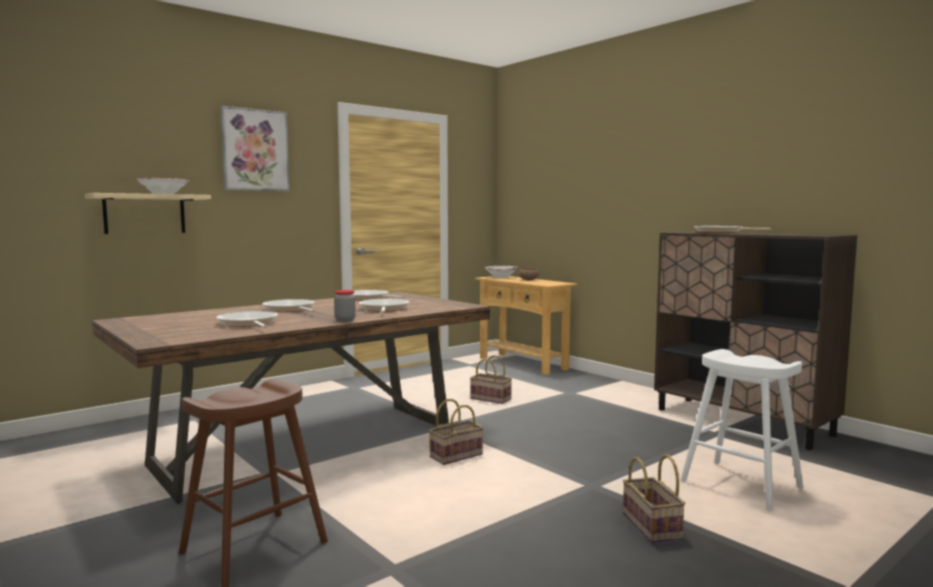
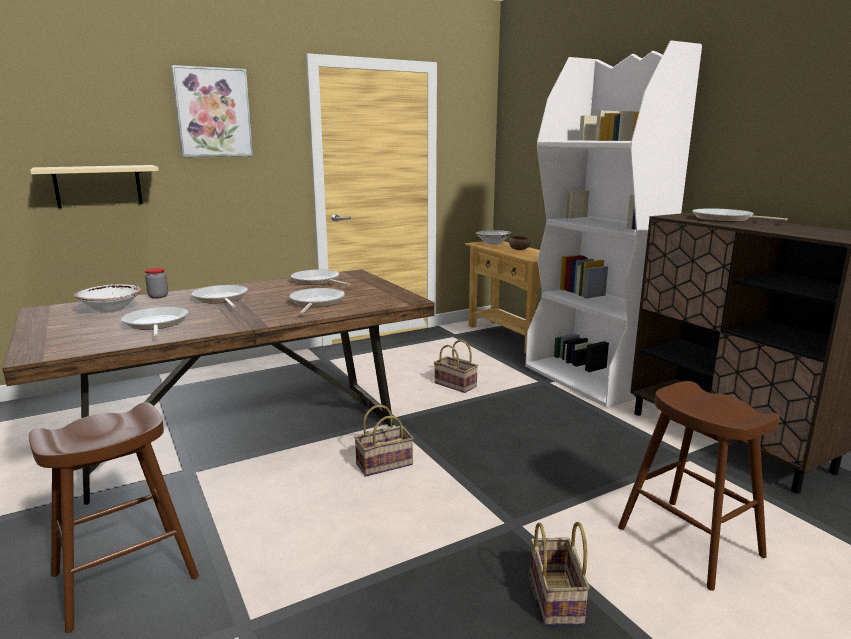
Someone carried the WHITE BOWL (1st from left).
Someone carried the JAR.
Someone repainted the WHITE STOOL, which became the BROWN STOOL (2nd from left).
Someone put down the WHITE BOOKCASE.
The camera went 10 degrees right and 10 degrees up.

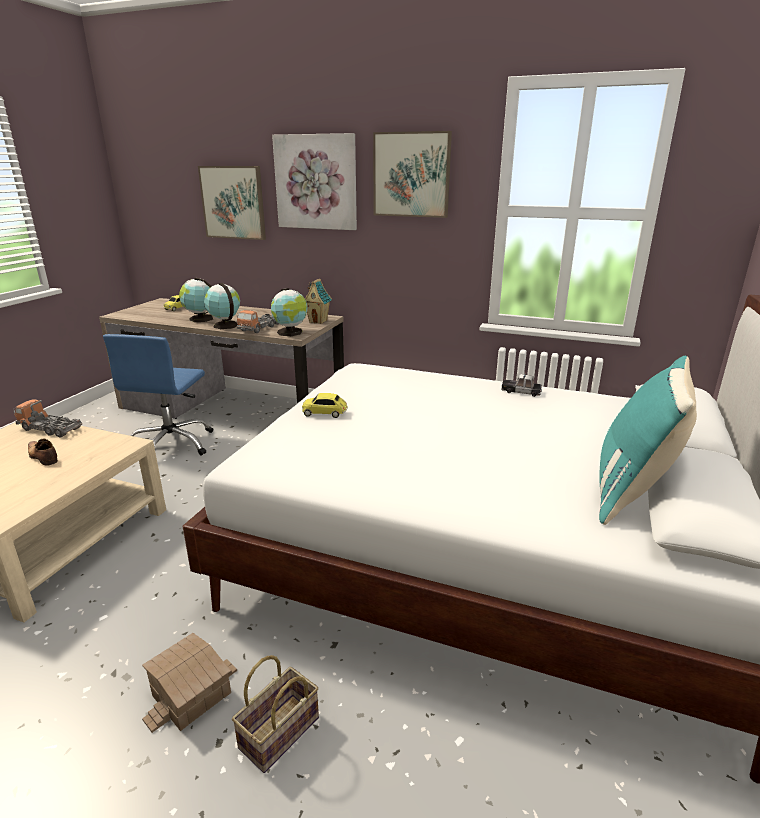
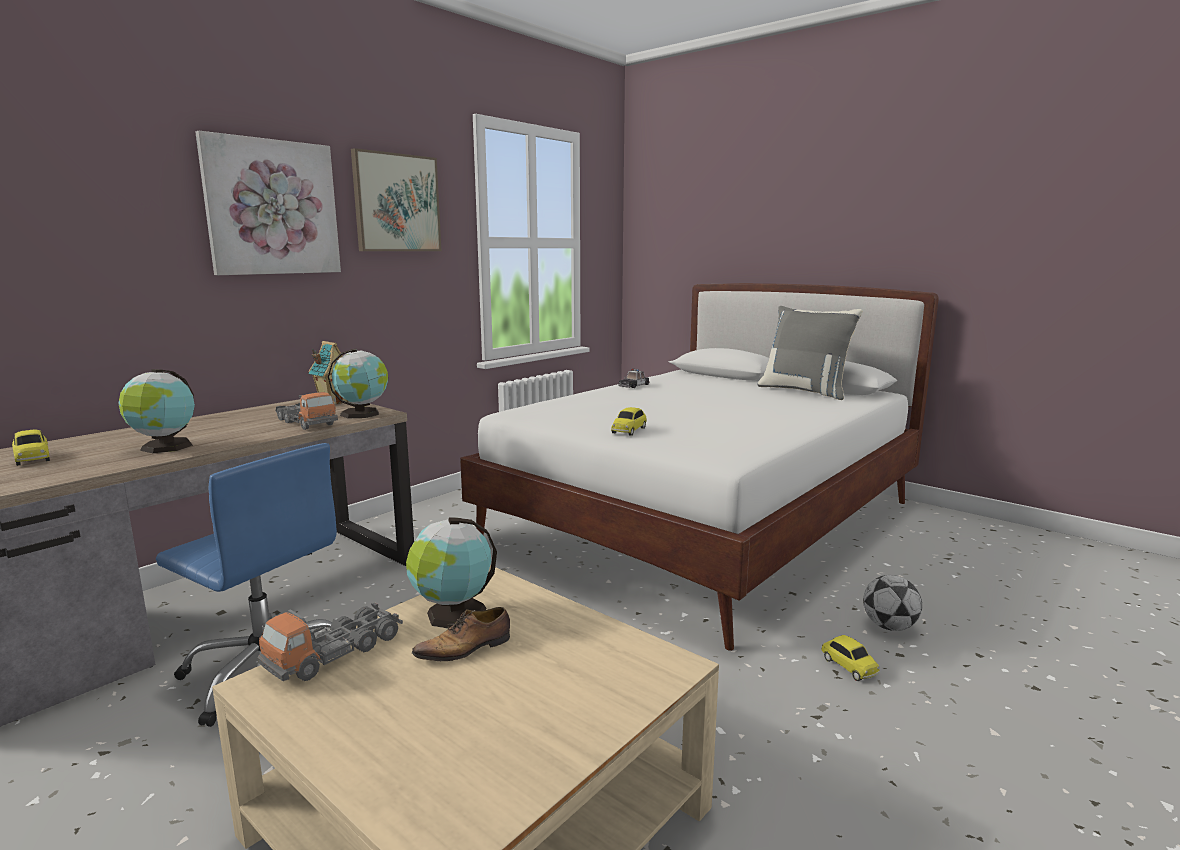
Someone swapped the TOY HOUSE (1st from left) for the TOY CAR (4th from left).
Someone took away the PICTURE (1st from left).
Someone carried the GLOBE (2nd from left in the first image).
Someone swapped the BASKET for the FOOTBALL.
Someone repainted the TURQUOISE PILLOW, which became the GREY PILLOW.
The camera went 70 degrees left and 10 degrees down.

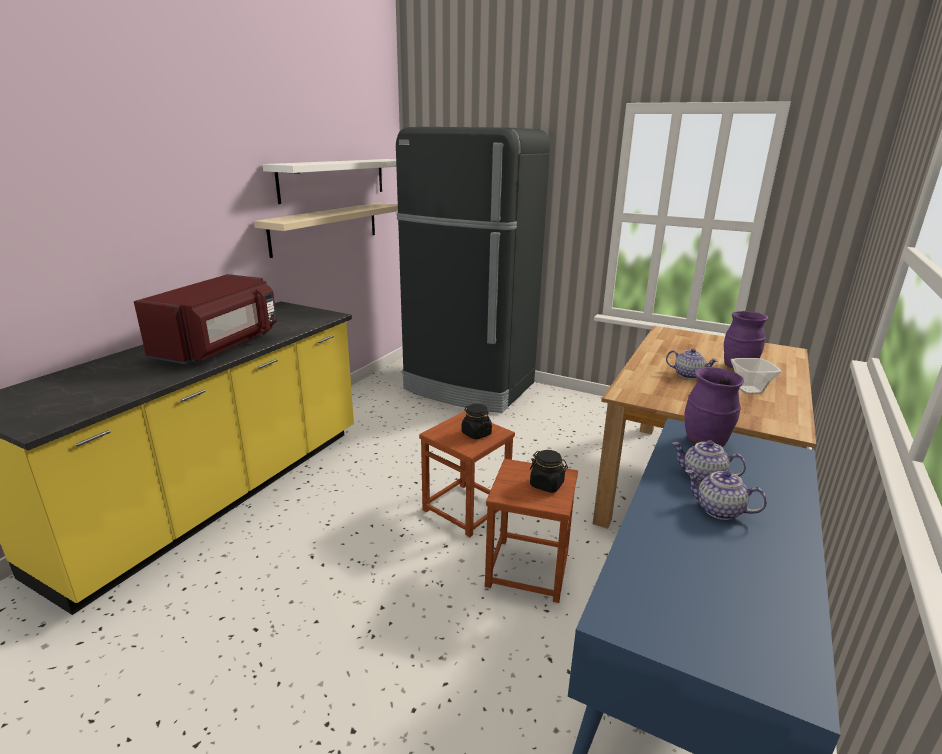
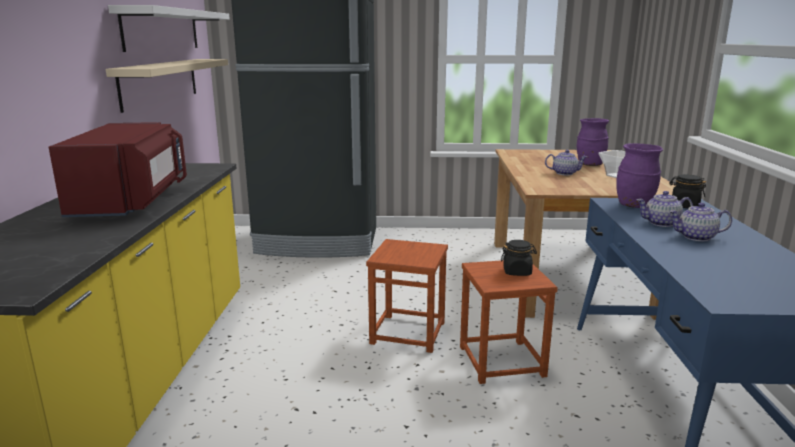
Someone carried the BLACK JAR (1st from left in the first image).
The camera went 25 degrees left and 5 degrees down.

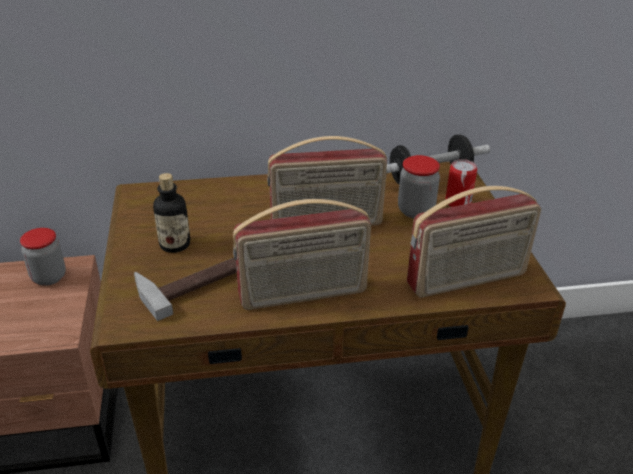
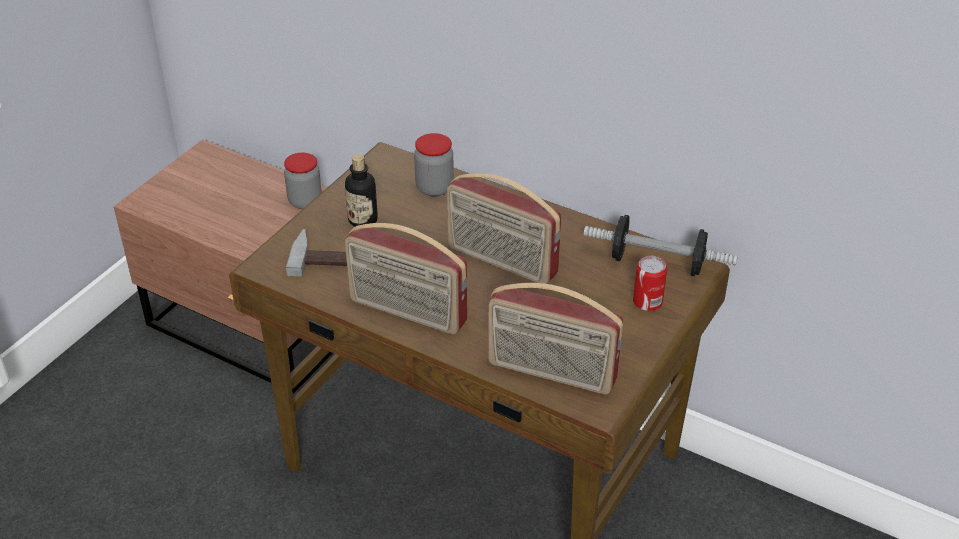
Someone carried the JAR (2nd from left).
The camera went 40 degrees right and 5 degrees up.

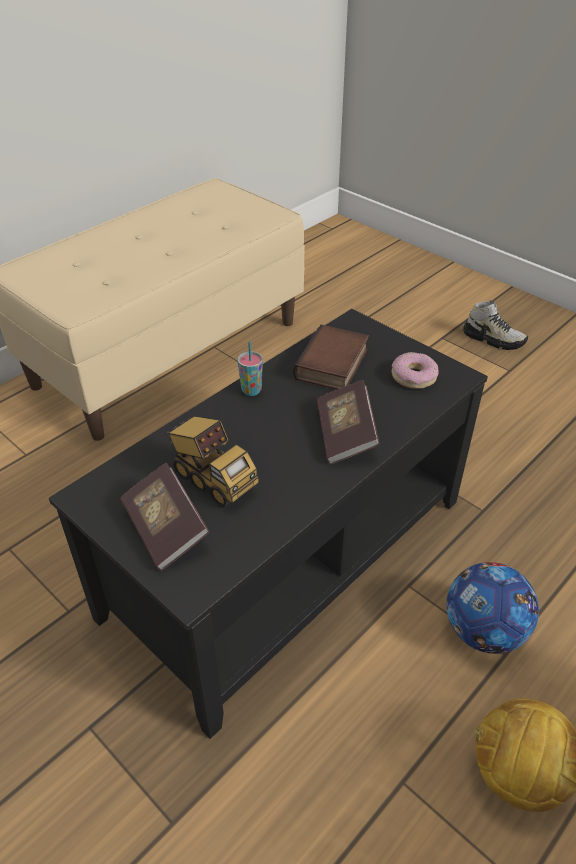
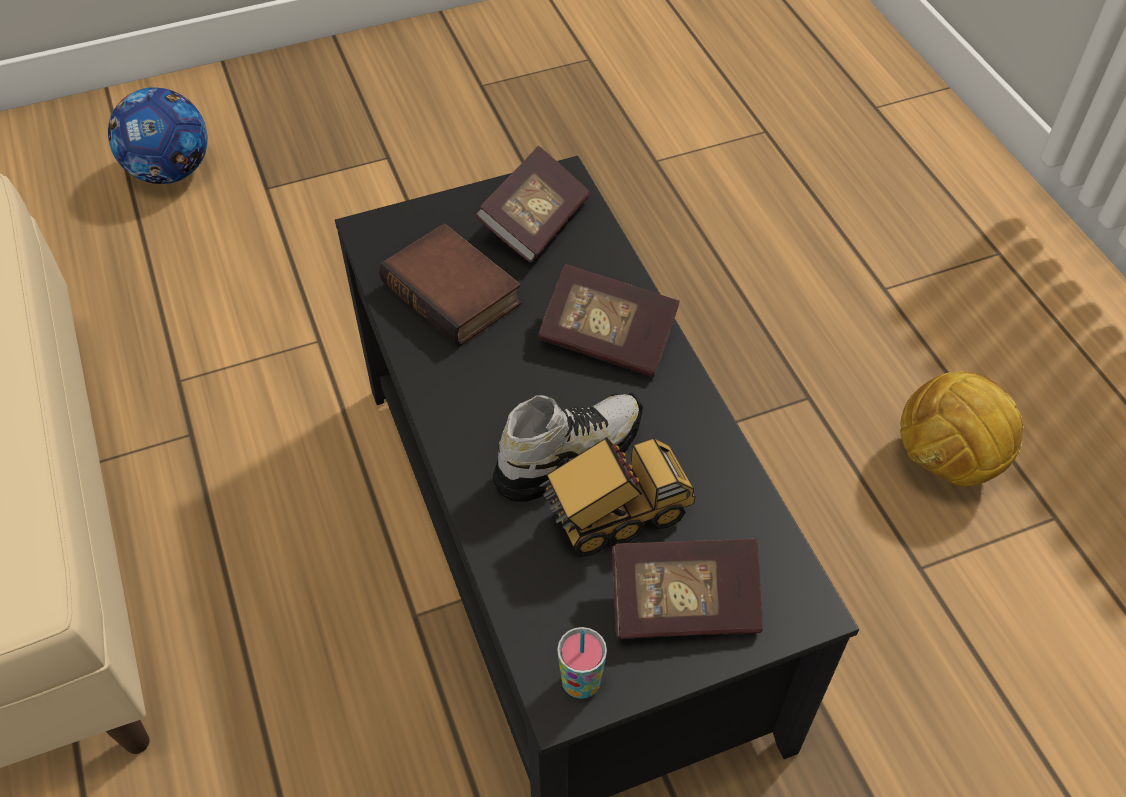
Someone carried the CUP.
Someone swapped the DONUT for the BOOK (2nd from left).
Someone carried the FOOTBALL (1st from left).
Someone carried the SHOE.
The camera went 65 degrees left and 10 degrees up.

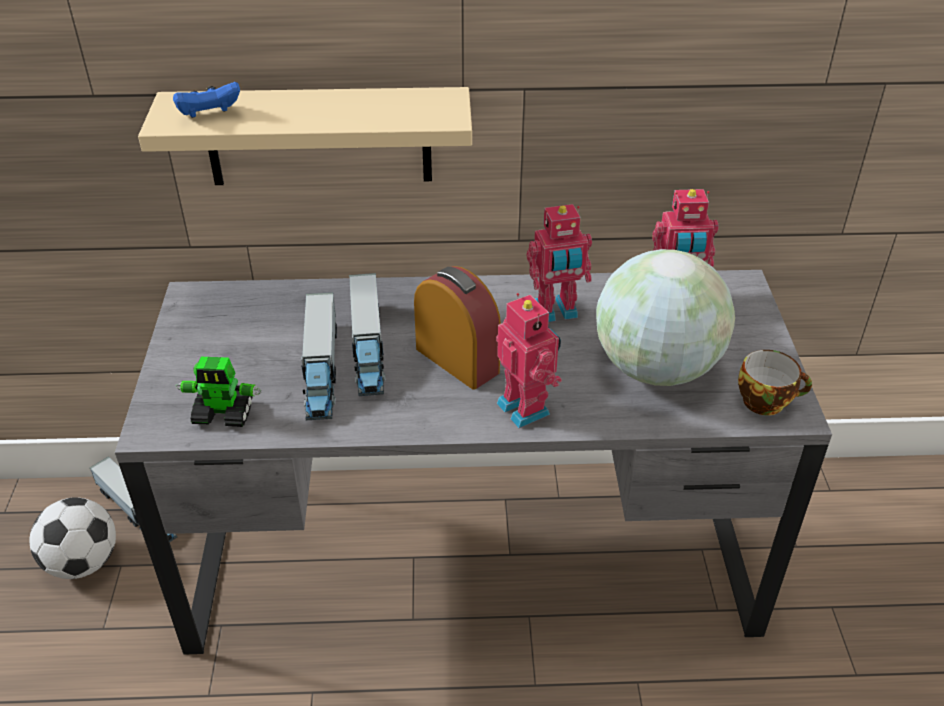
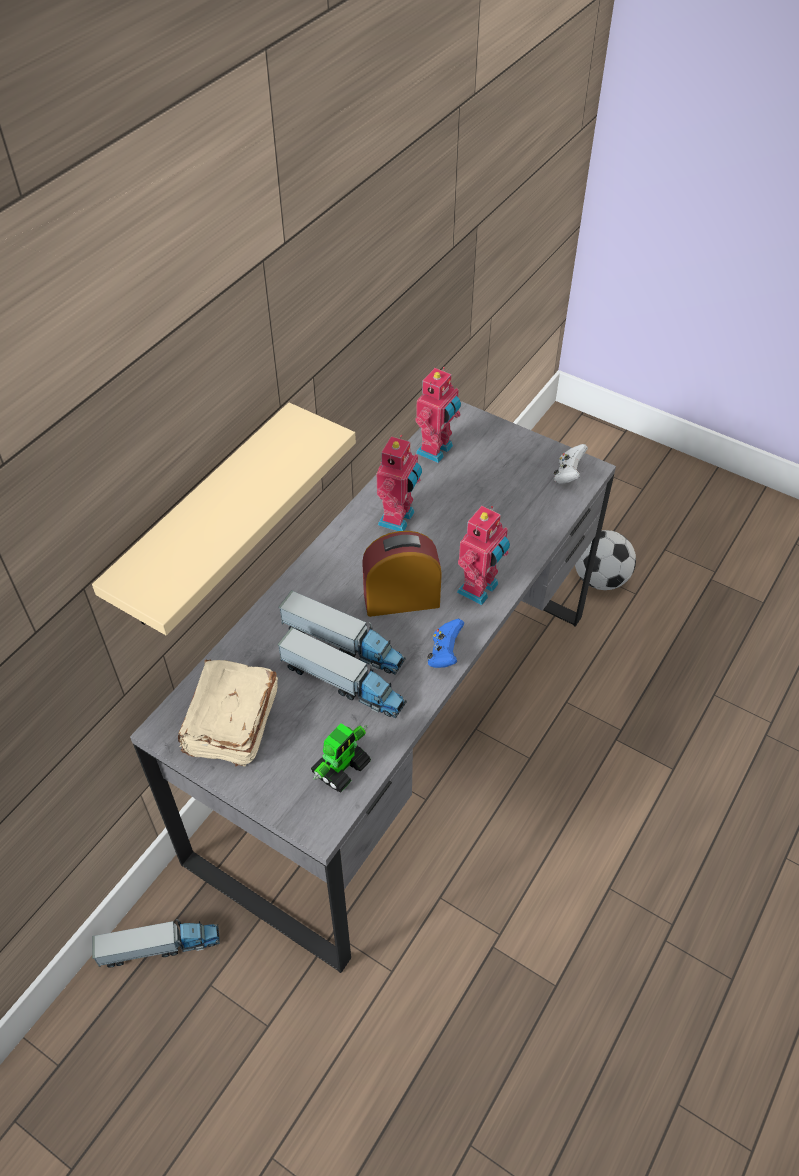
Someone carried the FOOTBALL.
Someone carried the BLUE GAME CONTROLLER.
Someone rotated the TOY ROBOT (2nd from left in the first image) by 120 degrees clockwise.
Someone took away the GLOBE.
Someone swapped the CUP for the WHITE GAME CONTROLLER.
Someone put down the BEIGE BOOK.
The camera went 55 degrees left and 10 degrees up.

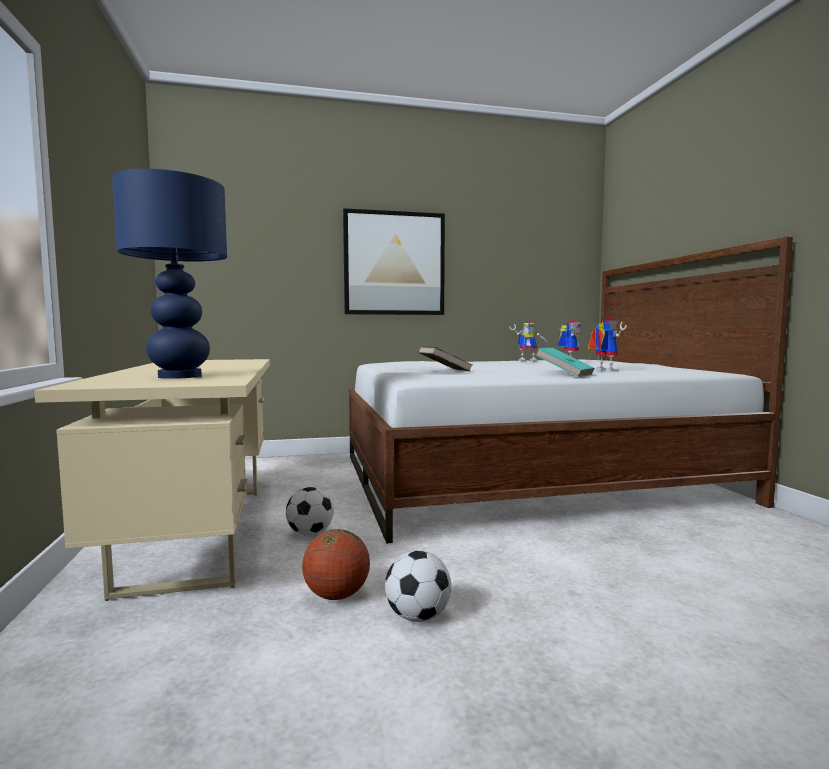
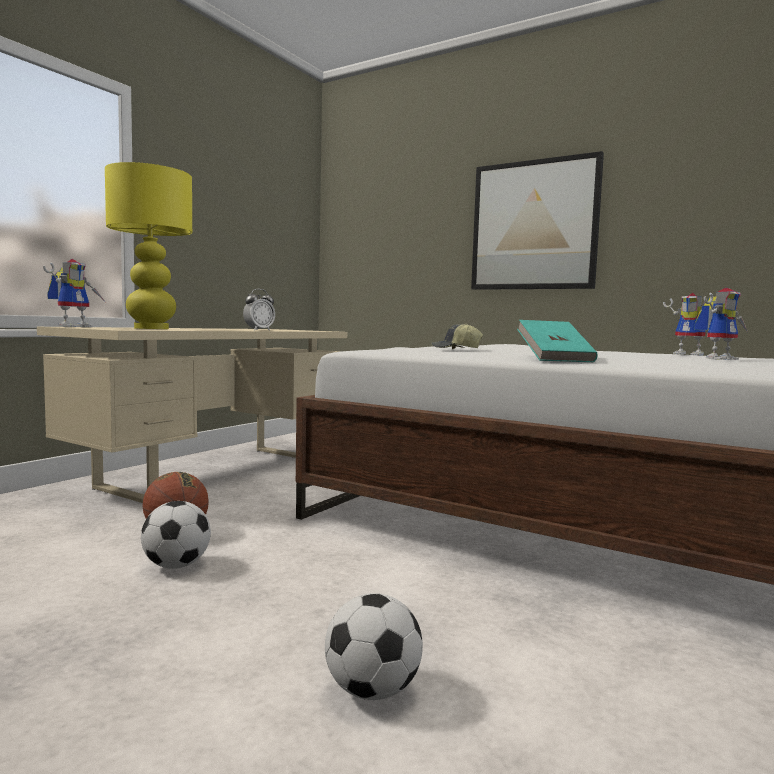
Someone repainted the BLUE TABLE LAMP, which became the YELLOW TABLE LAMP.
Someone carried the FOOTBALL (1st from left in the first image).
Someone swapped the BROWN BOOK for the CAP.
Someone carried the TOY ROBOT (3rd from left in the first image).
Someone put down the ALARM CLOCK.
The camera went 45 degrees right and 0 degrees up.

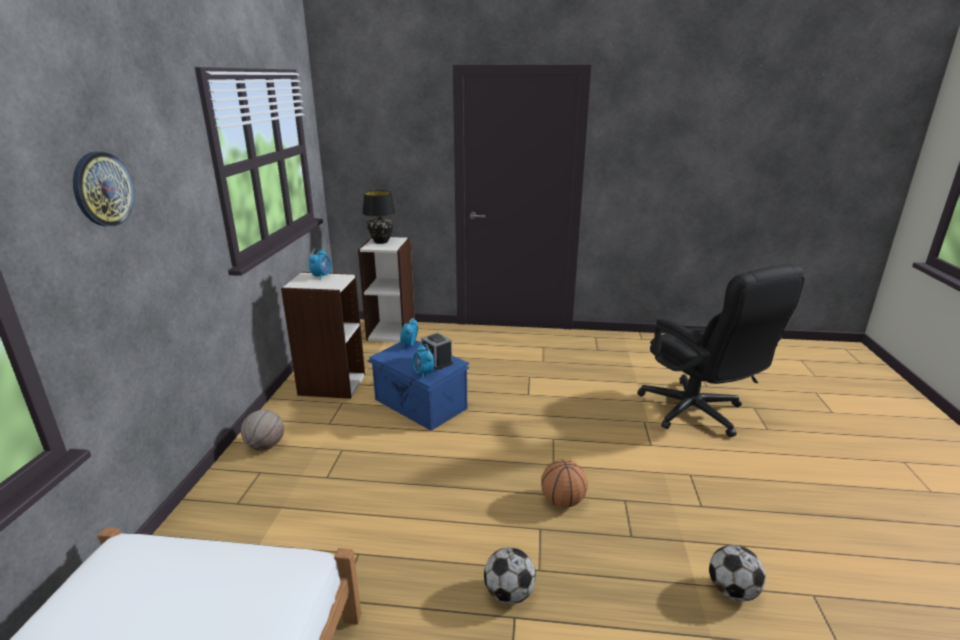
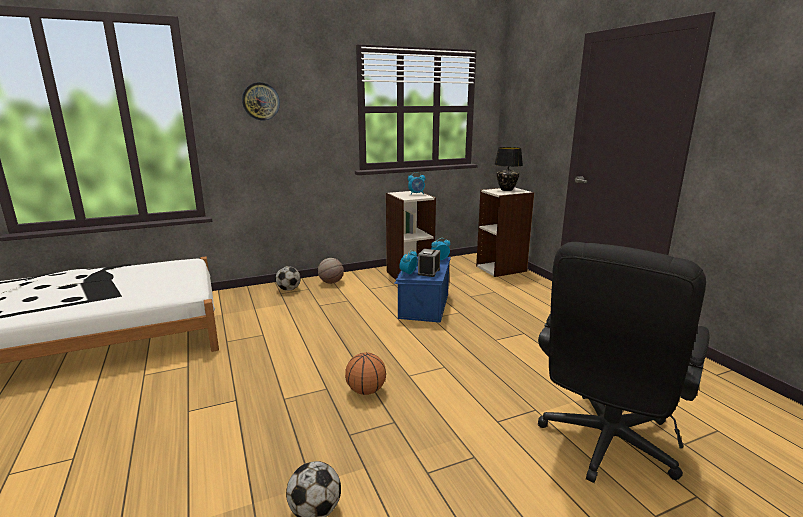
Someone carried the FOOTBALL (1st from left).
The camera went 60 degrees right and 5 degrees down.

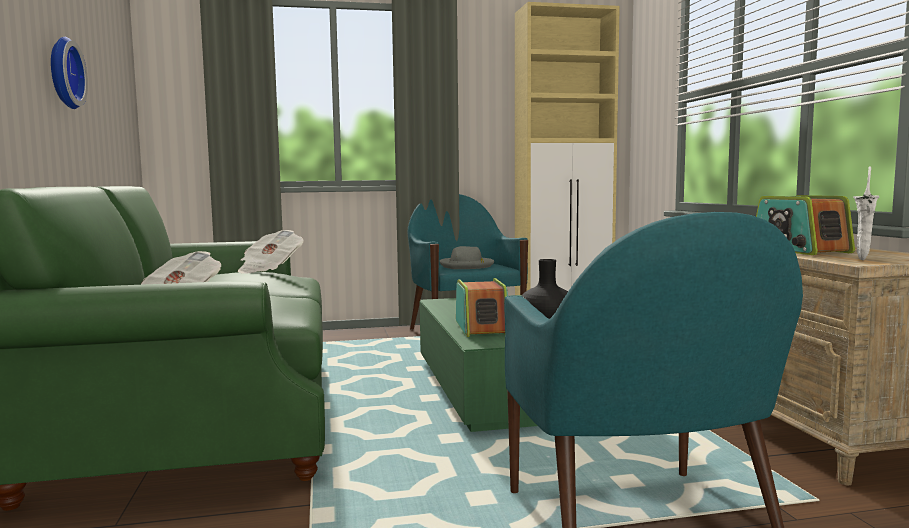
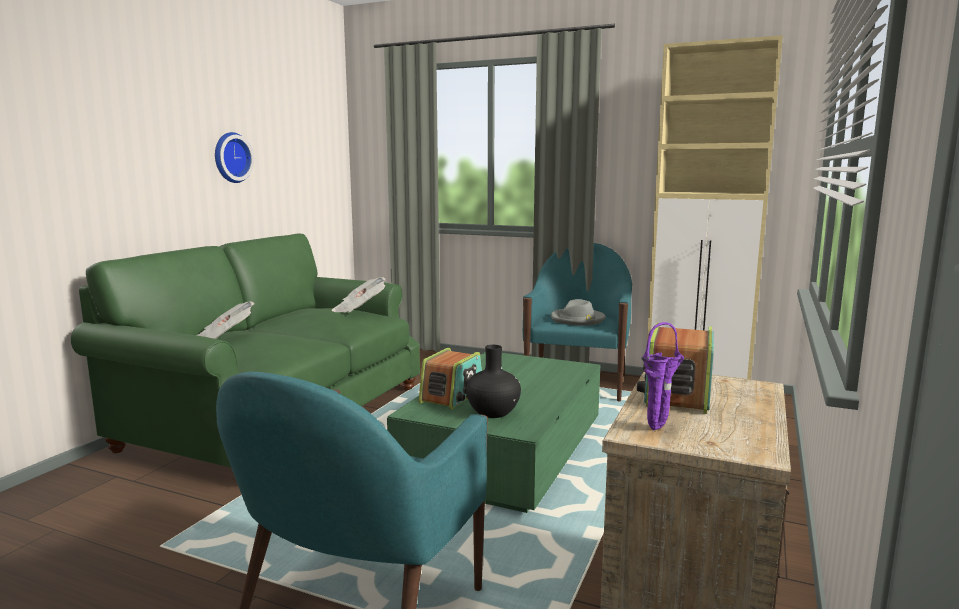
Someone repainted the WHITE VASE, which became the PURPLE VASE.
The camera went 35 degrees right and 5 degrees up.

